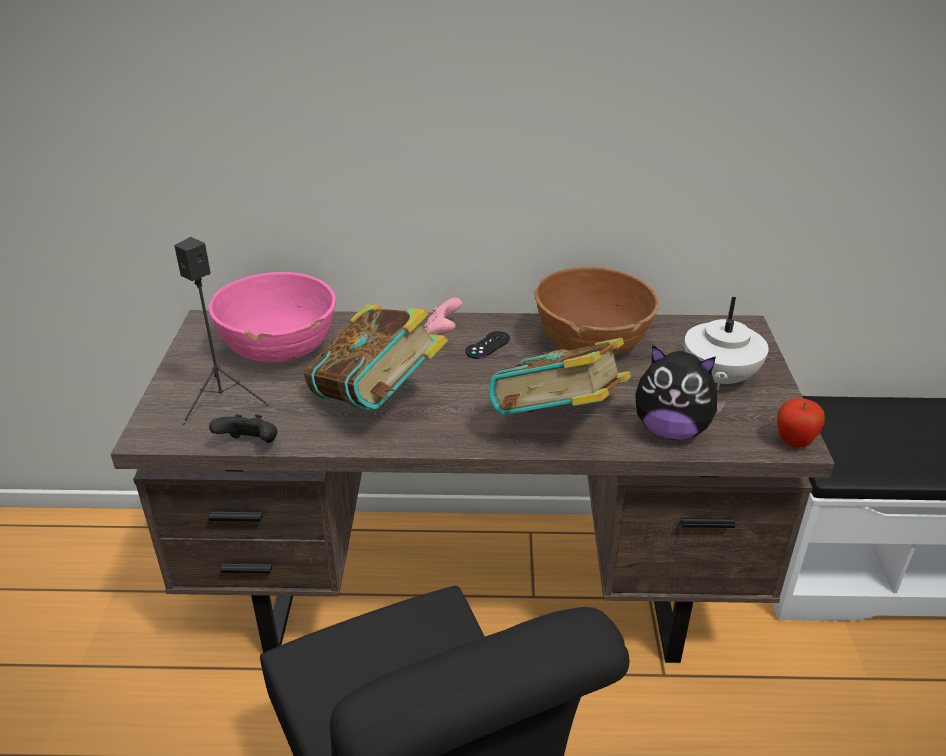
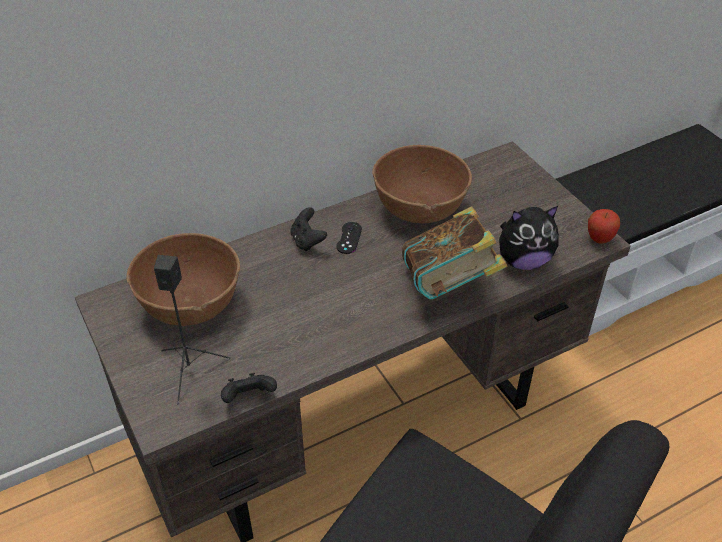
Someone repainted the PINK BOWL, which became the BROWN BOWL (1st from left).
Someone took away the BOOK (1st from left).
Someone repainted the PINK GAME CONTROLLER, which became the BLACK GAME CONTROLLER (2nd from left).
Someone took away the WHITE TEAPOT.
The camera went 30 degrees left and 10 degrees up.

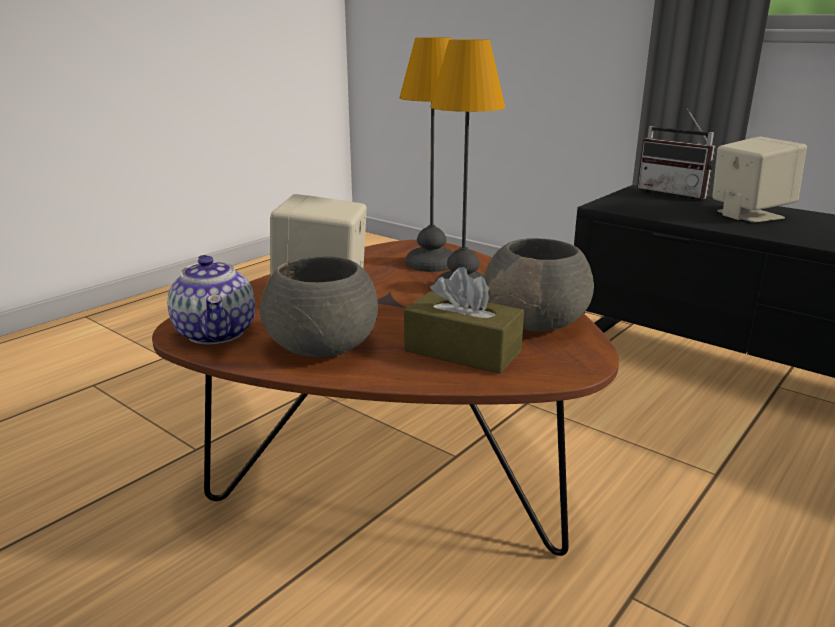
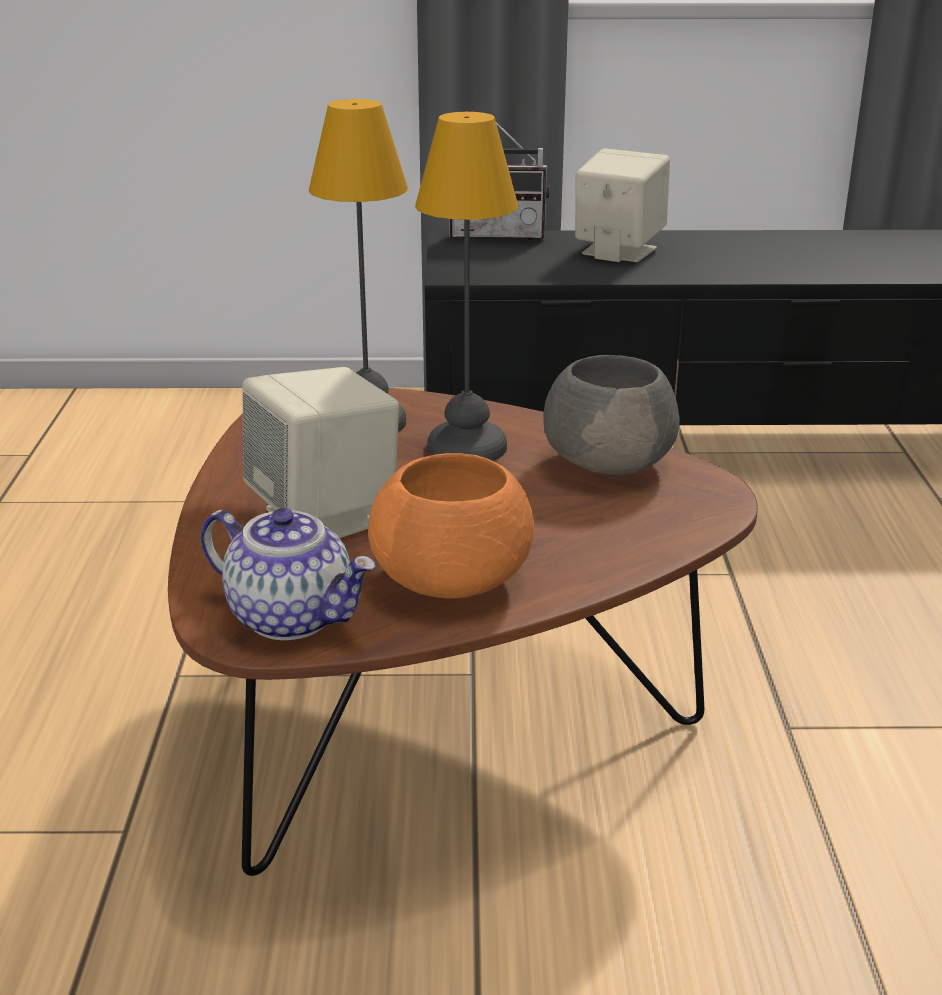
Someone repainted the GREY BOWL (1st from left), which became the ORANGE BOWL.
Someone took away the BROWN TISSUE BOX.
The camera went 40 degrees left and 5 degrees up.

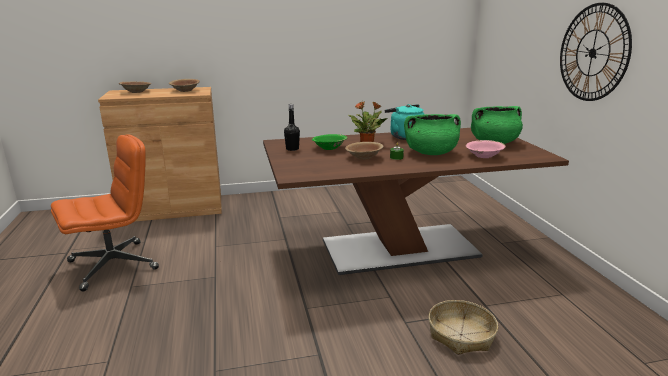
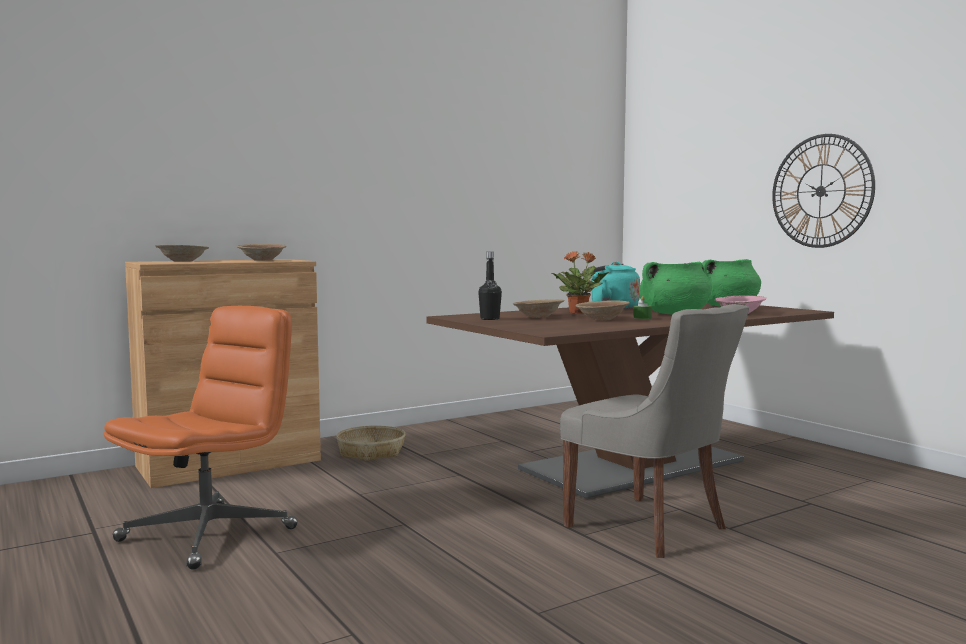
Someone repainted the GREEN BOWL, which became the BROWN BOWL (3rd from left).
Someone carried the BASKET.
Someone put down the GREY CHAIR.
The camera went 20 degrees left and 15 degrees down.

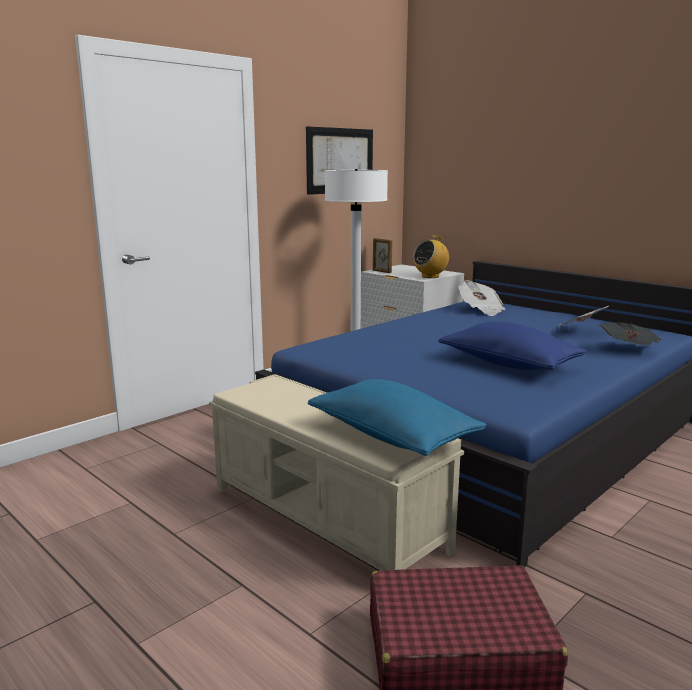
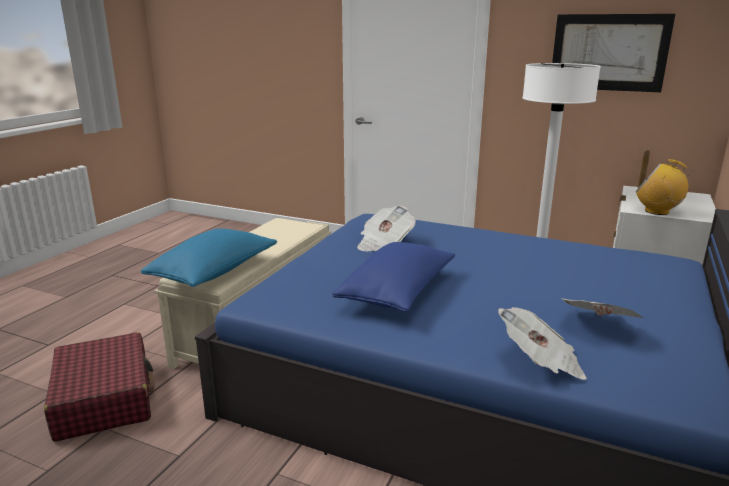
Someone carried the NEWSPAPER (1st from left).
The camera went 70 degrees right and 5 degrees up.

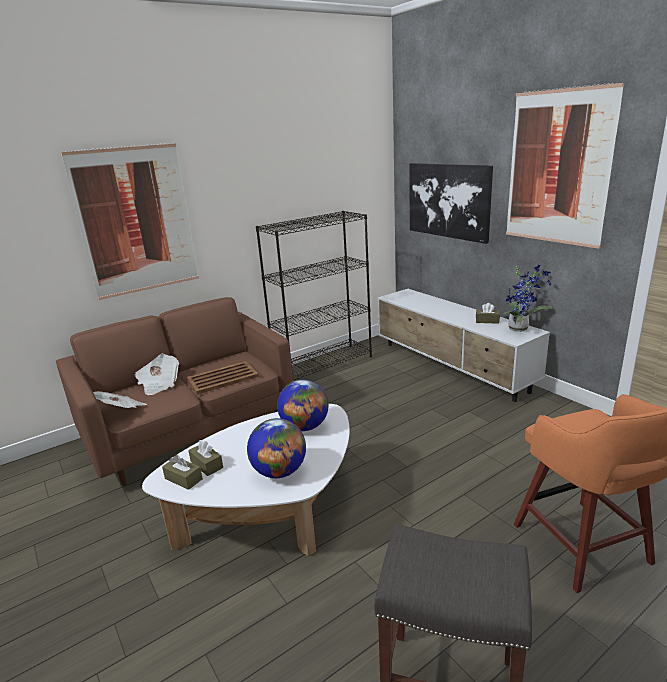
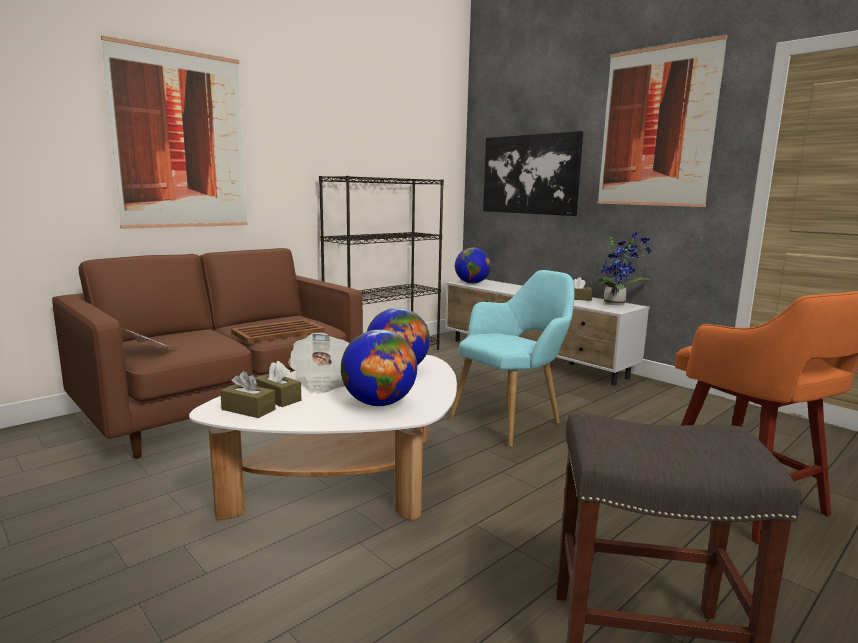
Someone carried the NEWSPAPER (2nd from left).
Someone put down the TURQUOISE ARMCHAIR.
Someone put down the GLOBE (3rd from left).
The camera went 10 degrees left and 10 degrees down.

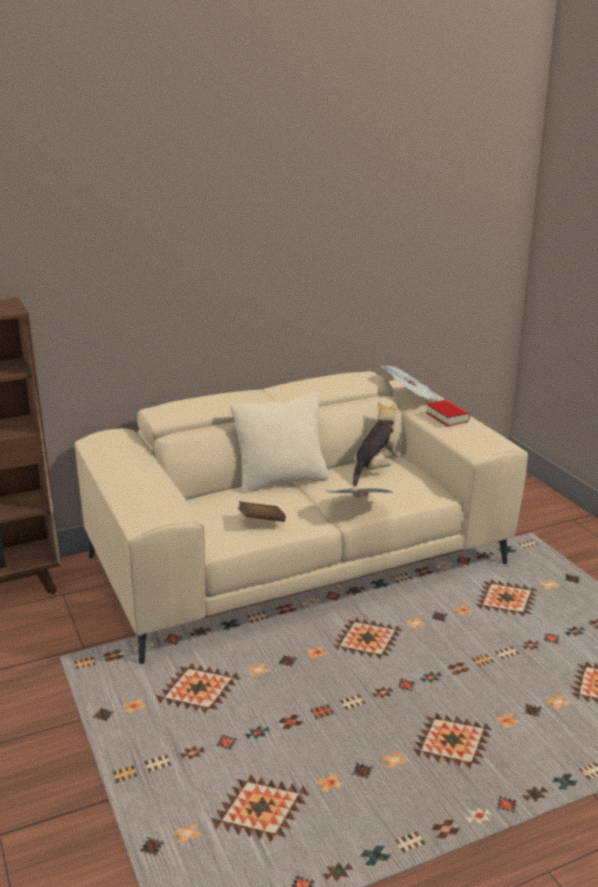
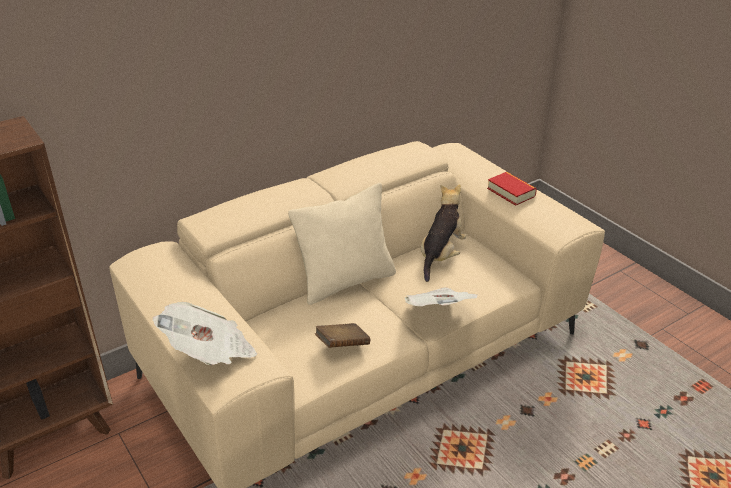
Someone carried the NEWSPAPER (2nd from left in the first image).
The camera went 10 degrees left and 10 degrees up.

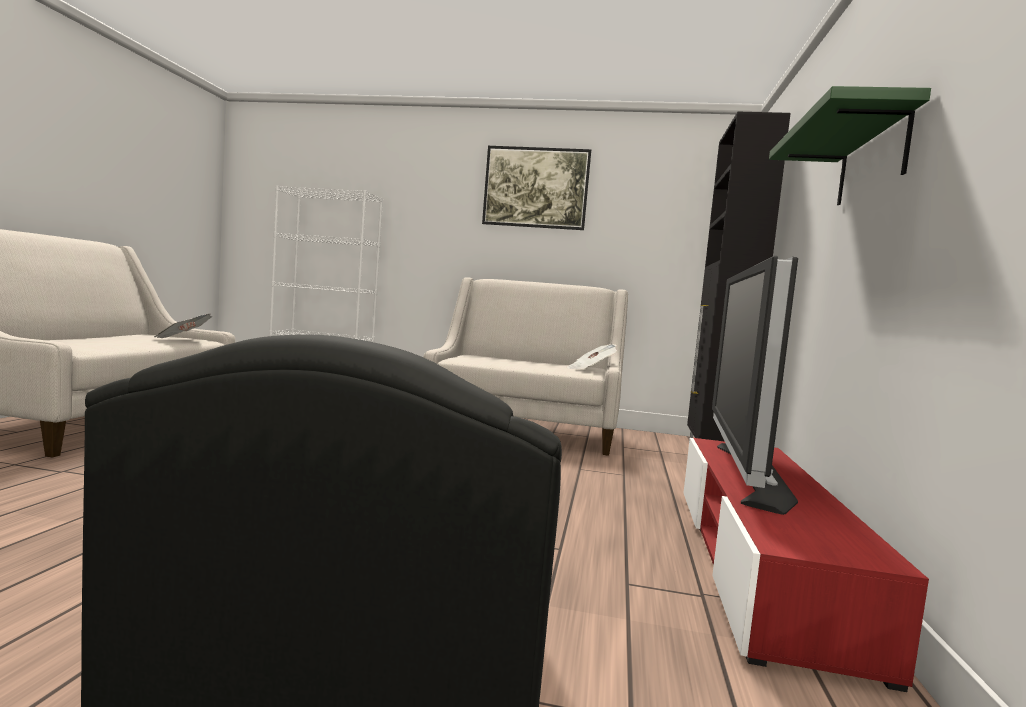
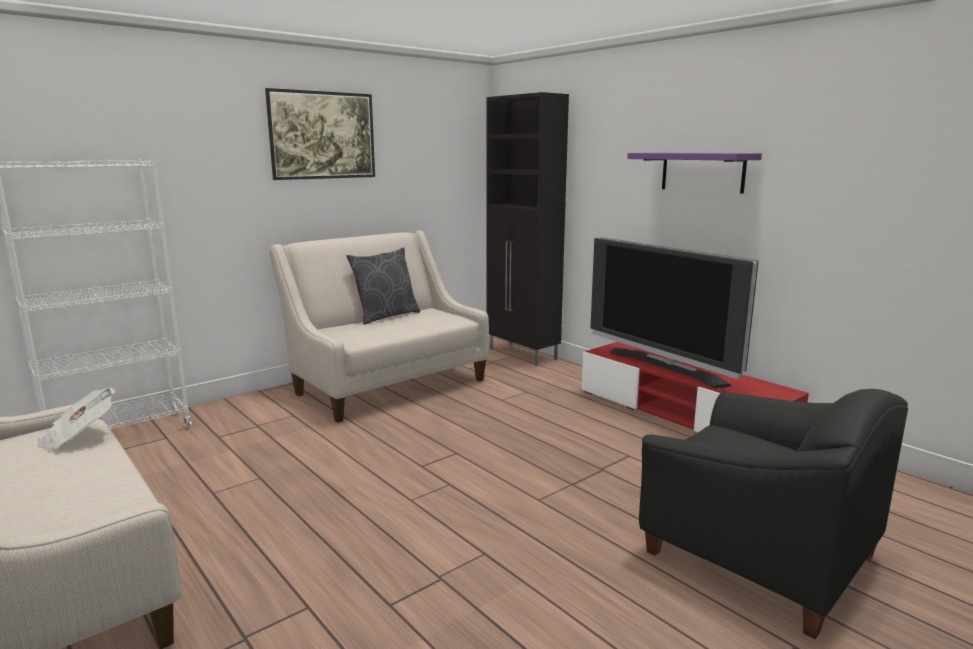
Someone took away the NEWSPAPER (2nd from left).
Someone repainted the GREEN SHELF, which became the PURPLE SHELF.
Someone put down the GREY PILLOW.
The camera went 50 degrees left and 10 degrees up.

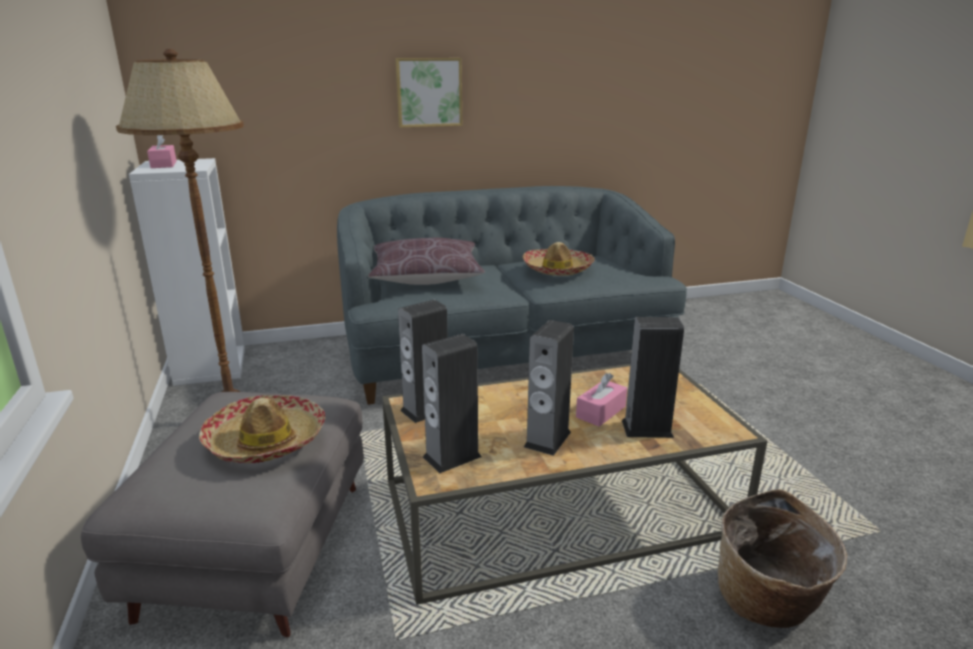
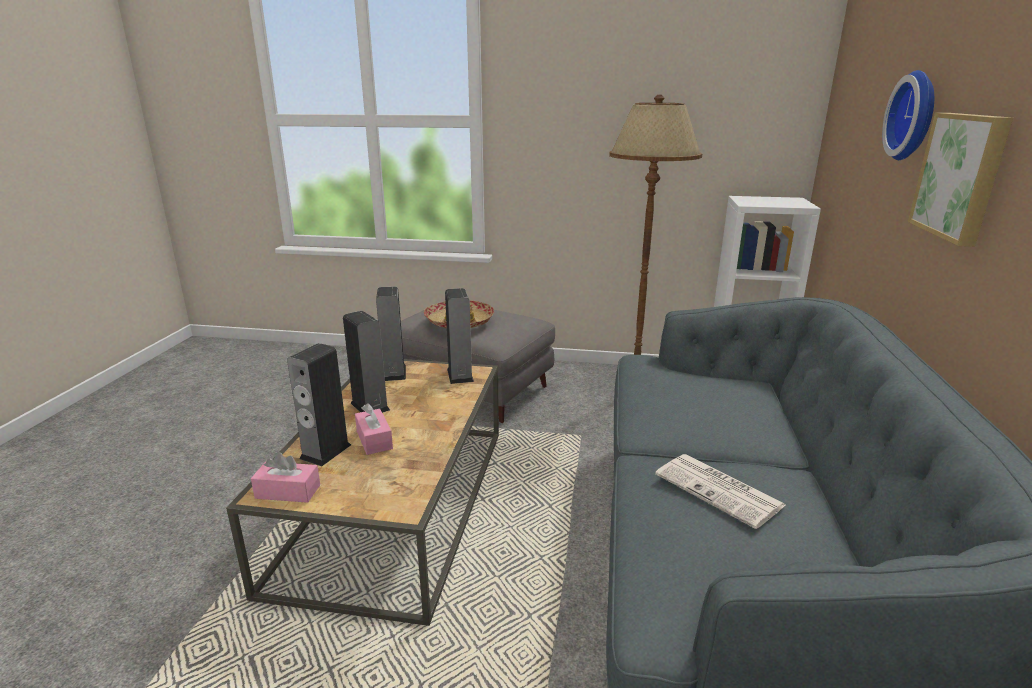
Someone carried the PINK TISSUE BOX (1st from left).
Someone took away the BROWN PILLOW.
Someone swapped the HAT (2nd from left) for the NEWSPAPER.
Someone took away the BASKET.
Someone put up the WALL CLOCK.
The camera went 115 degrees right and 0 degrees up.

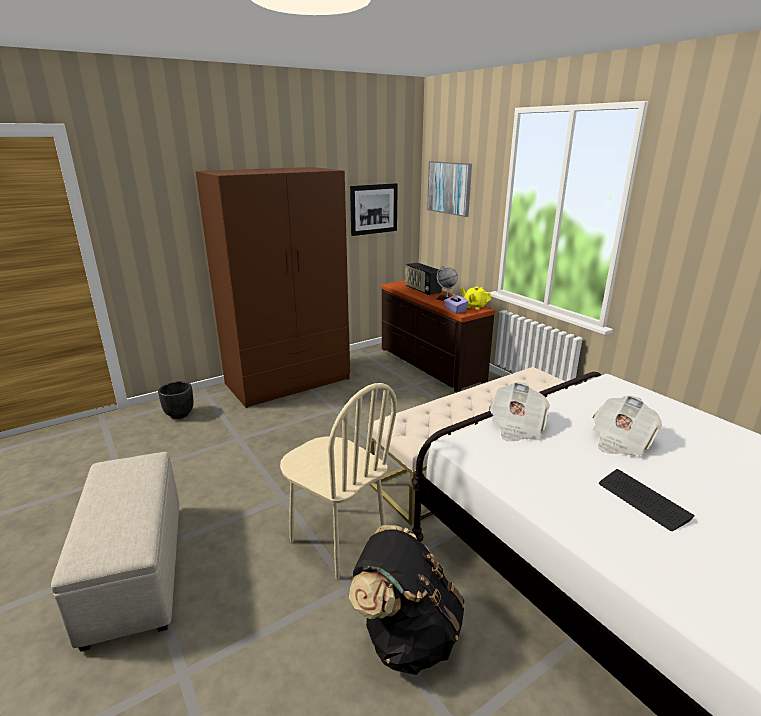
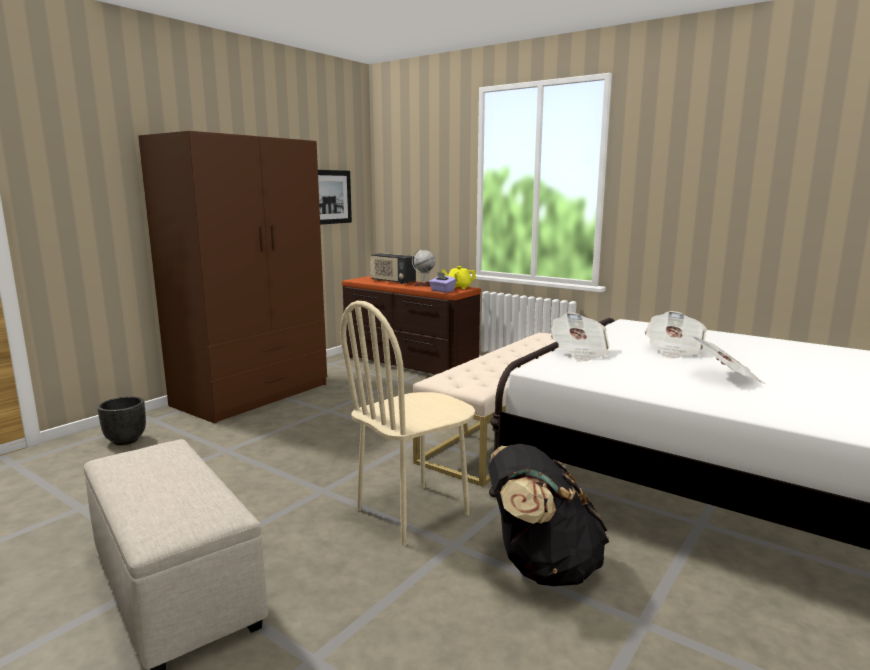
Someone rotated the BEIGE CHAIR by 120 degrees clockwise.
Someone took away the PICTURE (2nd from left).
Someone swapped the KEYBOARD for the NEWSPAPER (3rd from left).
The camera went 20 degrees left and 10 degrees down.

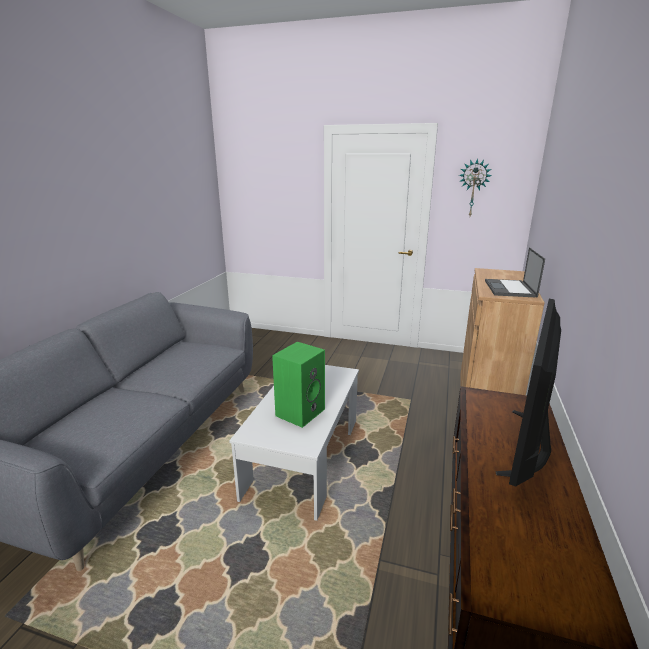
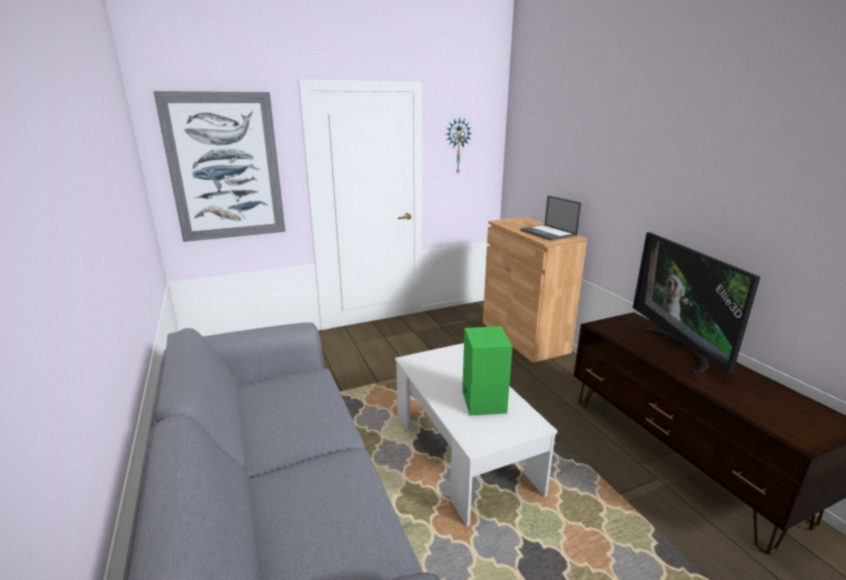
Someone put up the PICTURE.
The camera went 40 degrees left and 0 degrees up.

